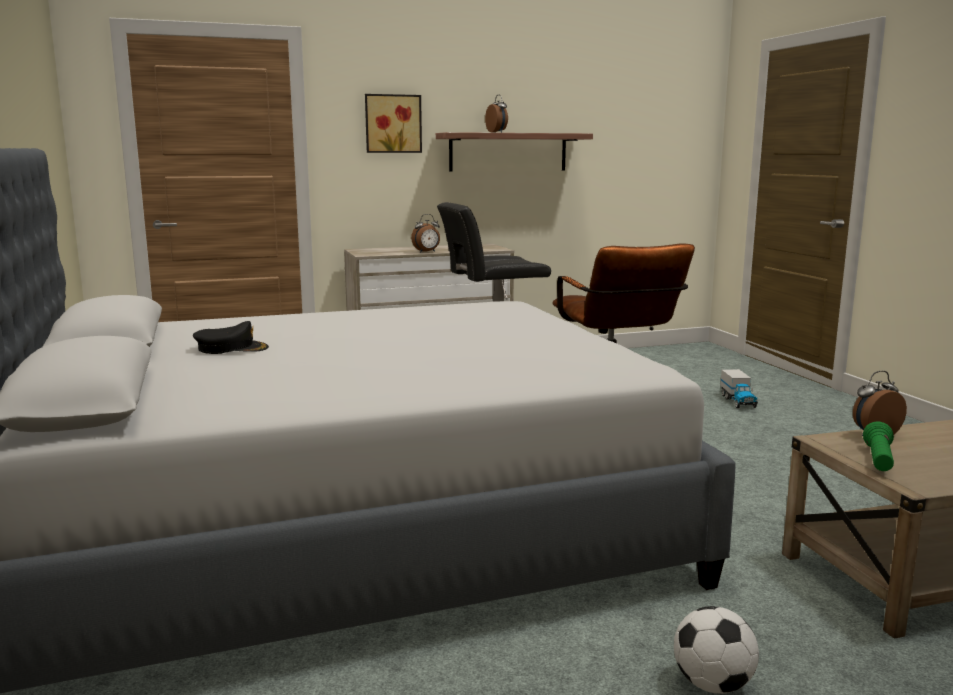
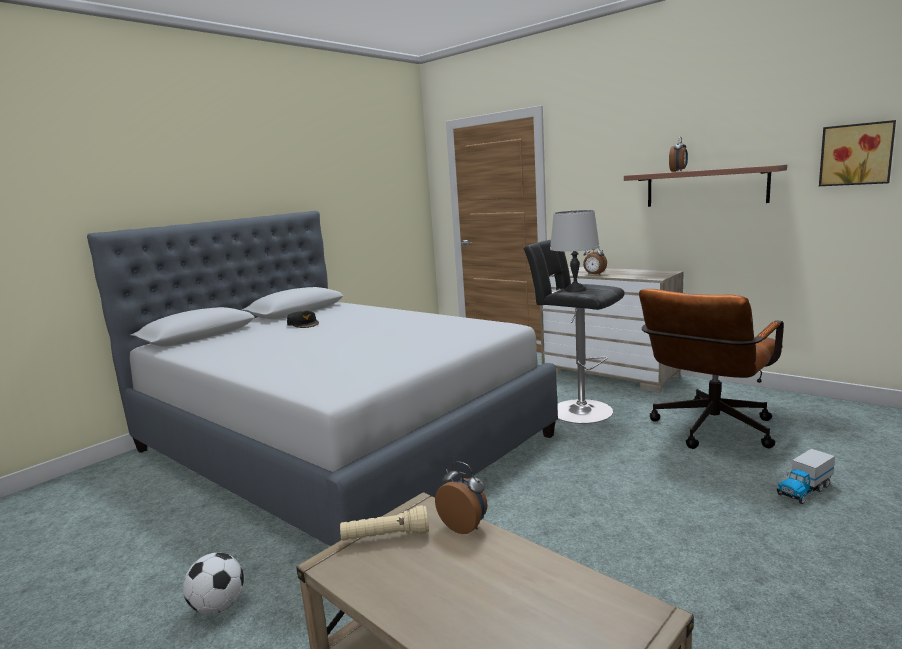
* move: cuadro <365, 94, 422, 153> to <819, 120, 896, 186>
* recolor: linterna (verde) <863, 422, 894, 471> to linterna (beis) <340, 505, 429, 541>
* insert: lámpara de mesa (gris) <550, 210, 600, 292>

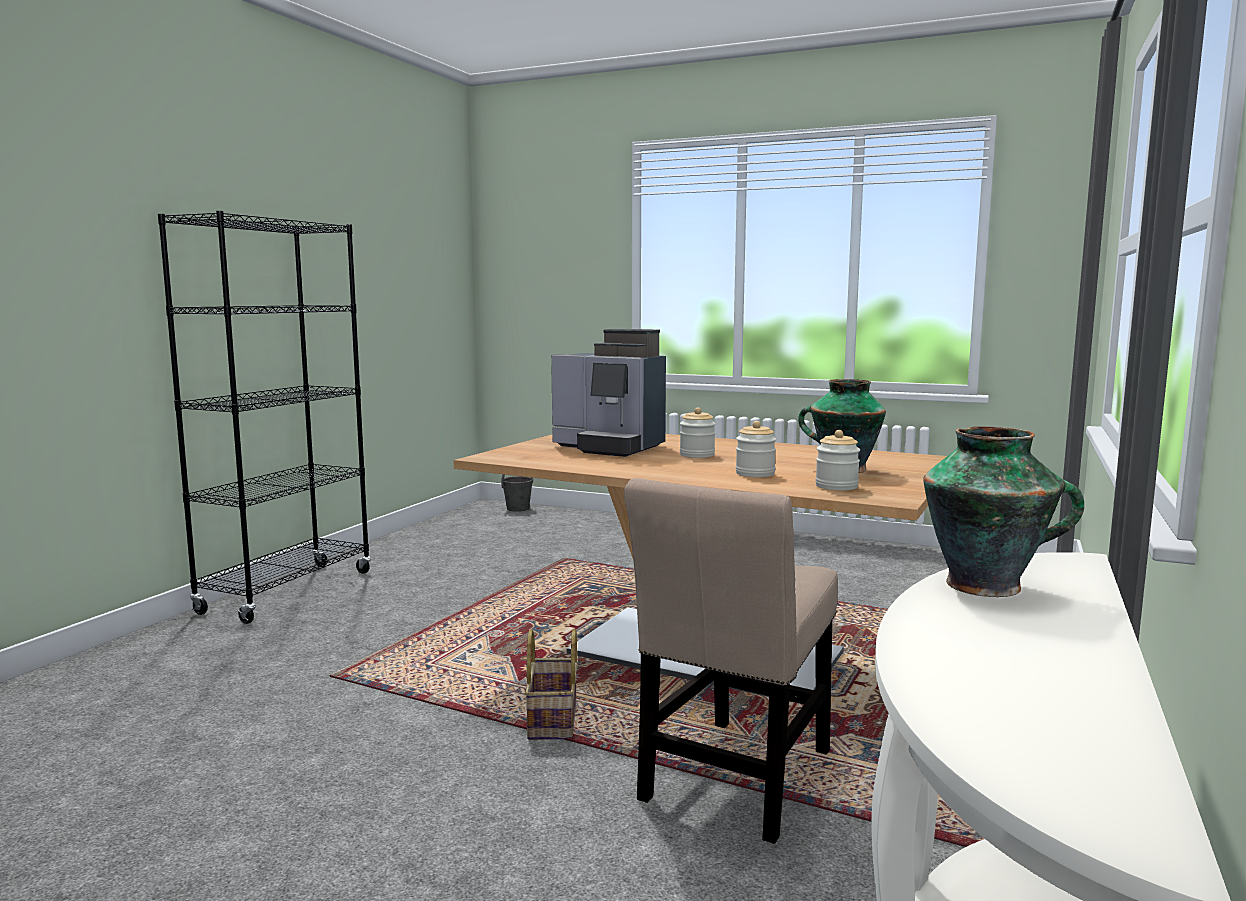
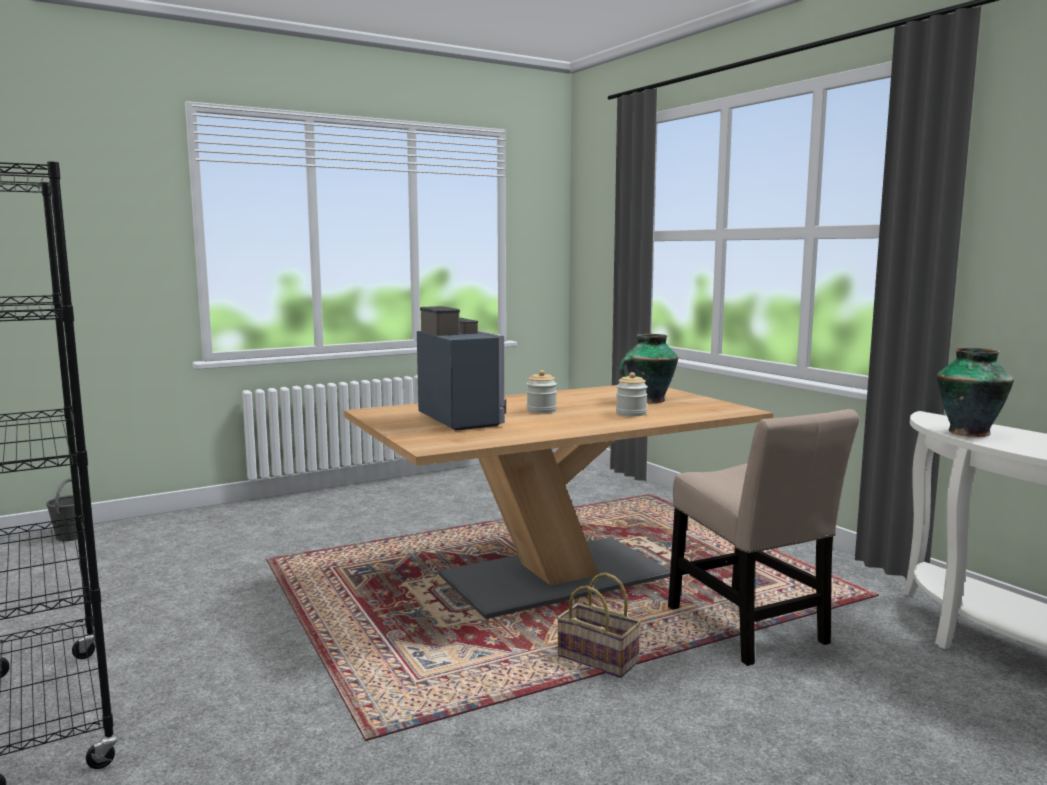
* rotate: cafetera <551, 329, 666, 457> = <417, 306, 506, 431> 90 degrees counterclockwise
* delete: tarro <815, 430, 860, 491>

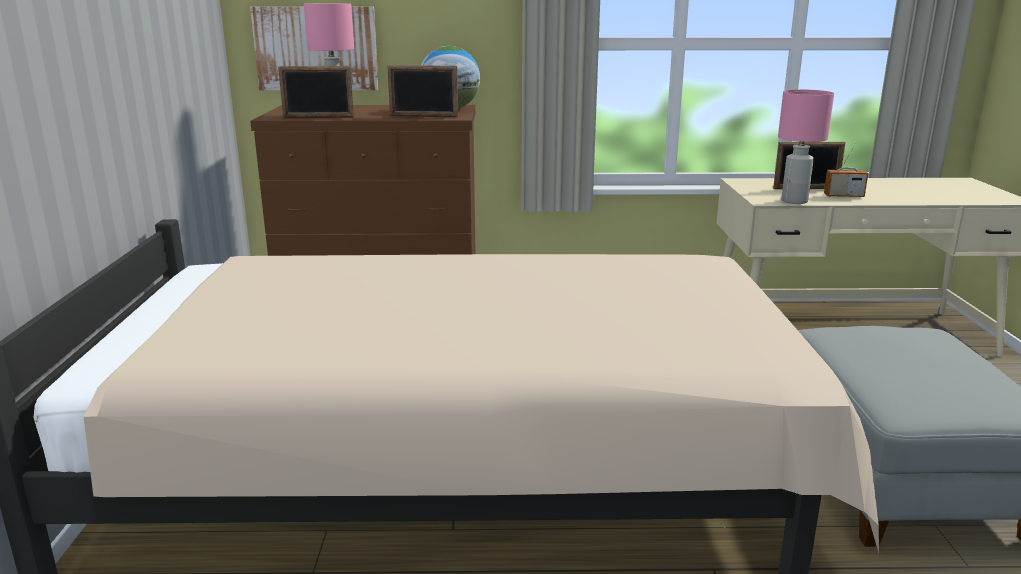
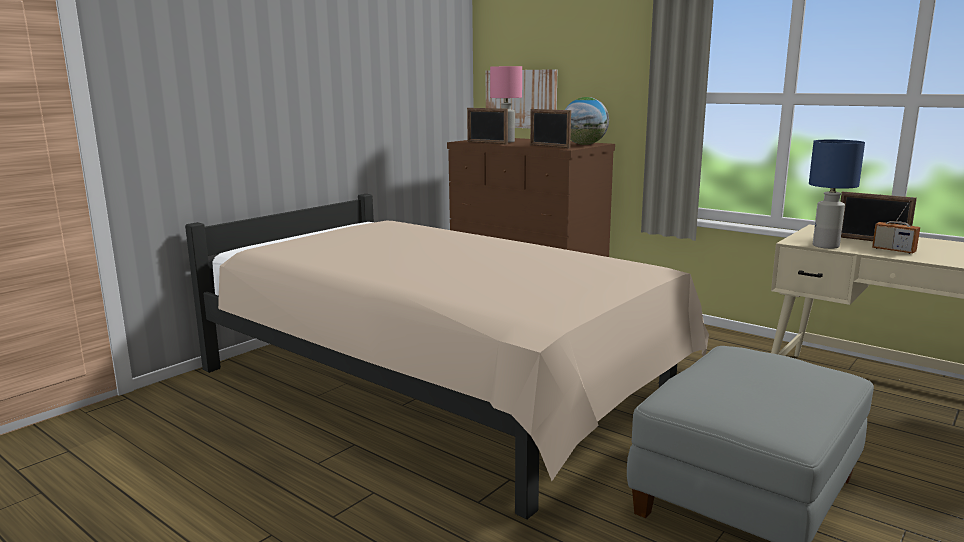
* recolor: lámpara de mesa (rosa) <778, 89, 834, 204> to lámpara de mesa (azul) <809, 140, 865, 249>

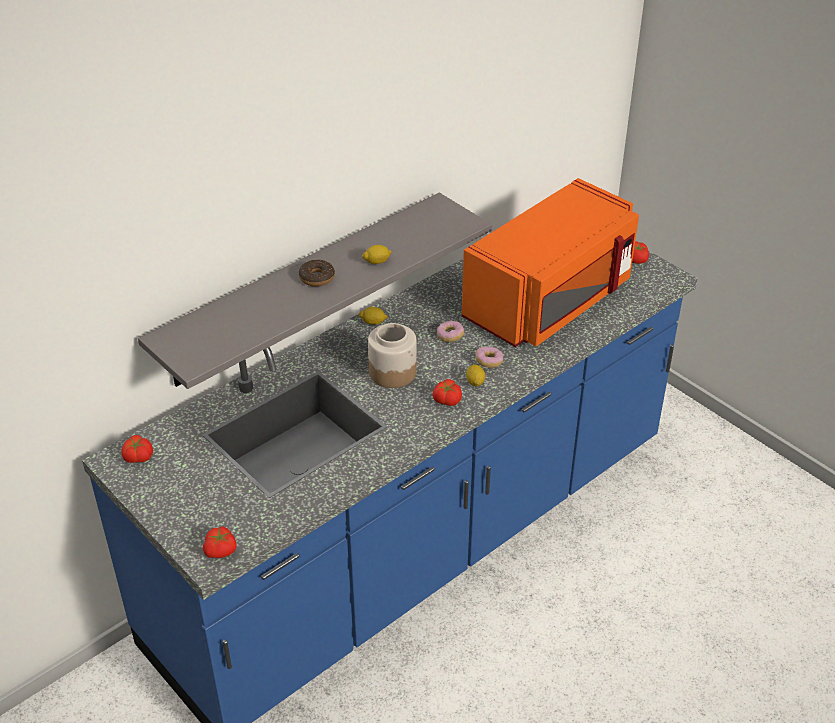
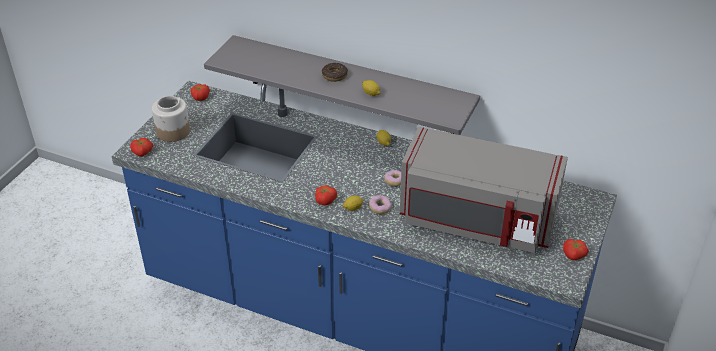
* move: tarro <368, 323, 417, 388> to <152, 96, 190, 142>
* recolor: microondas (naranja) <462, 178, 639, 347> to microondas (gris) <400, 127, 568, 253>

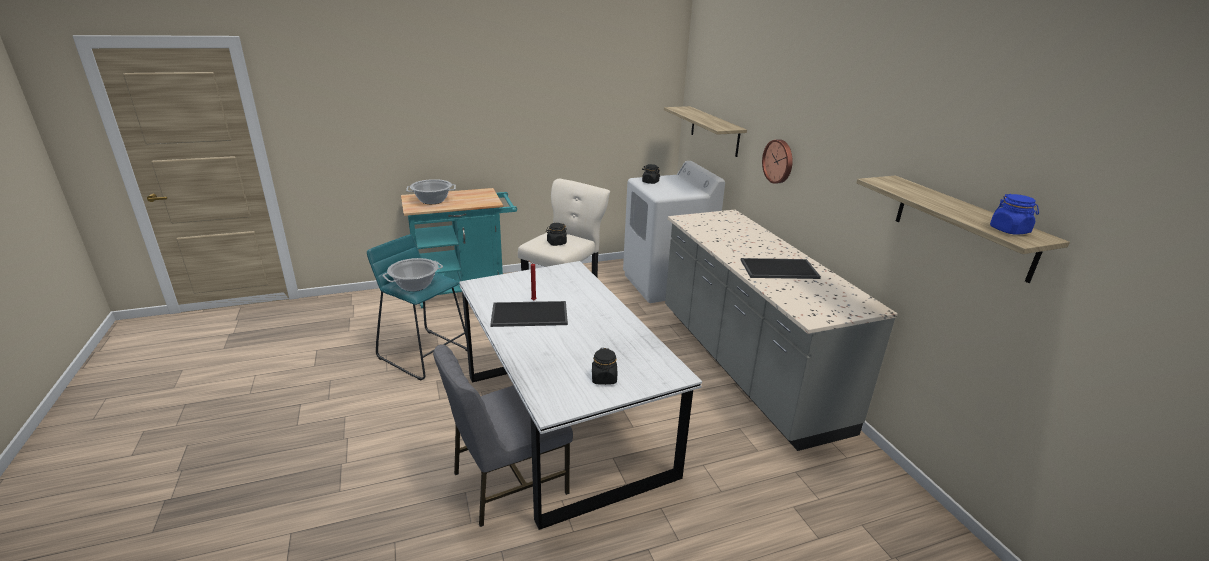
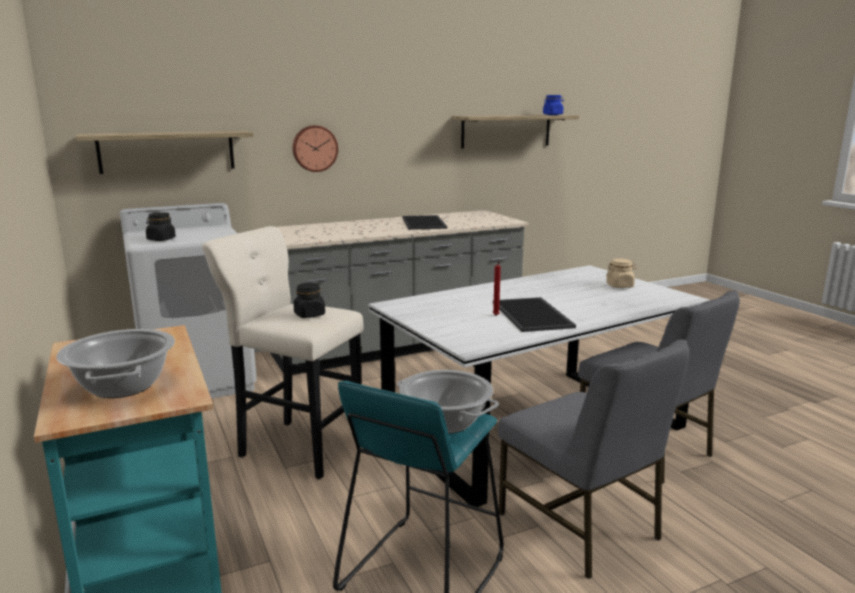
* recolor: tarro (negro) <592, 348, 617, 385> to tarro (beis) <606, 259, 637, 288>
* insert: silla (gris) <498, 339, 689, 579>

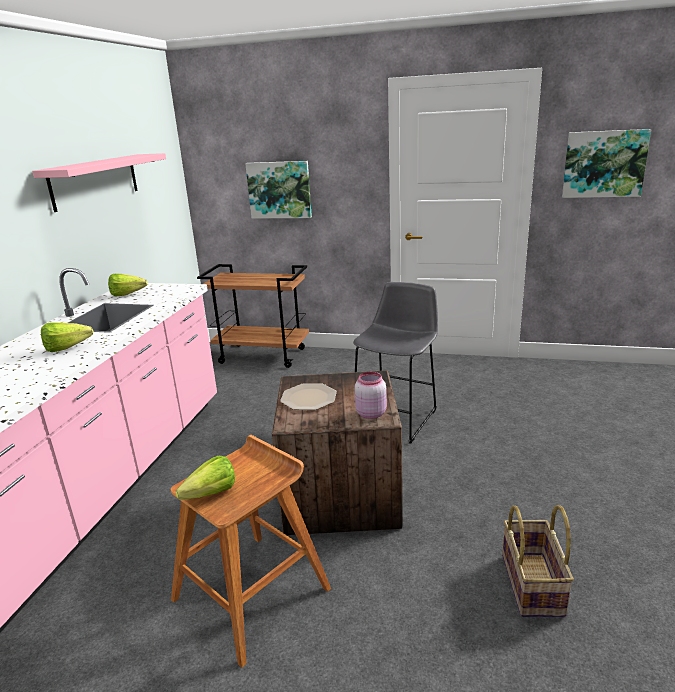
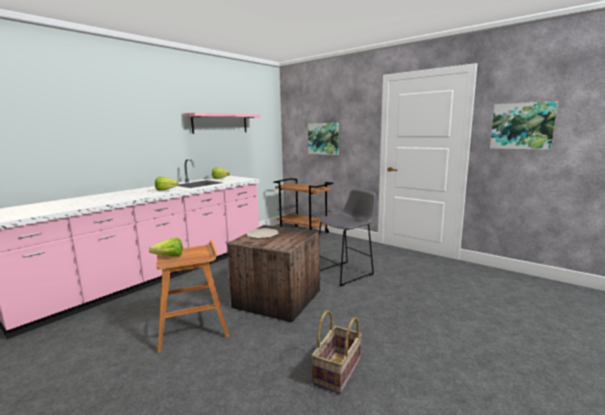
* delete: tarro (rosa) <355, 372, 387, 419>

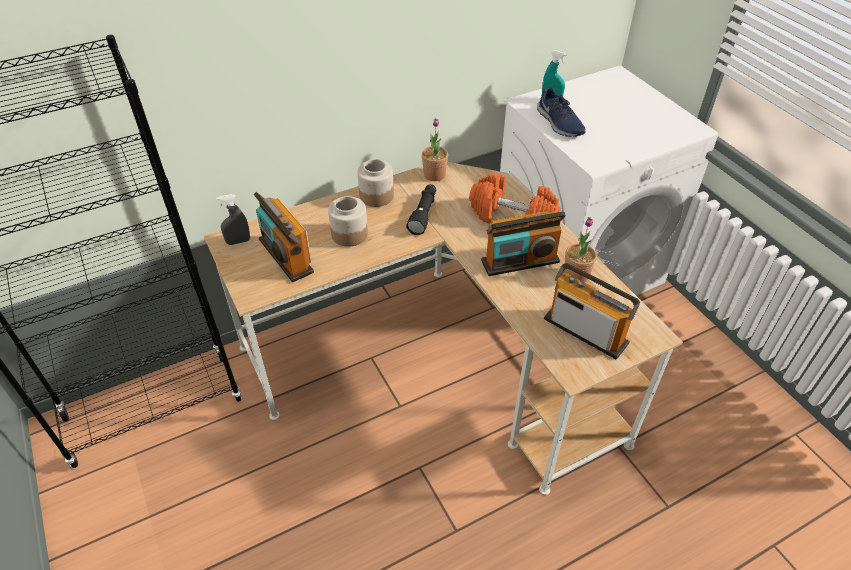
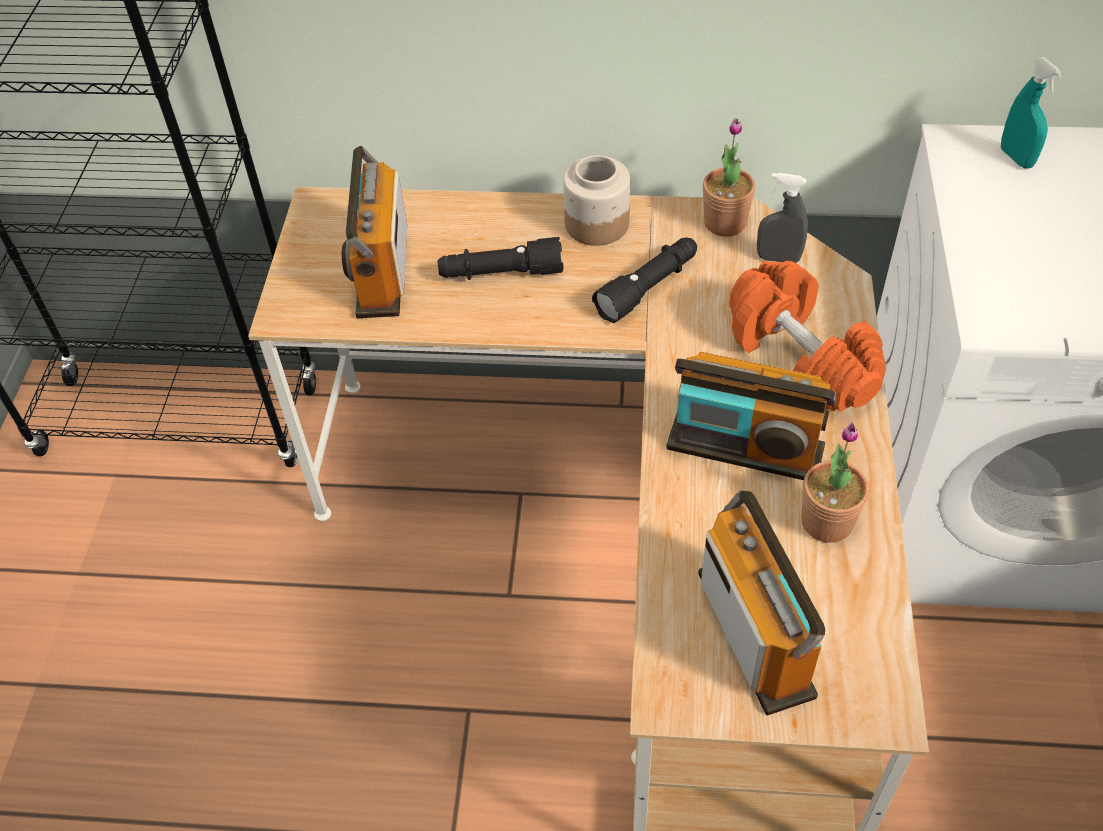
* move: pulverizador (gris) <216, 194, 250, 245> to <757, 173, 808, 263>
* replace: tarro <328, 196, 368, 247> to linterna (negro) <437, 237, 564, 280>
* delete: zapato (azul) <537, 87, 586, 137>

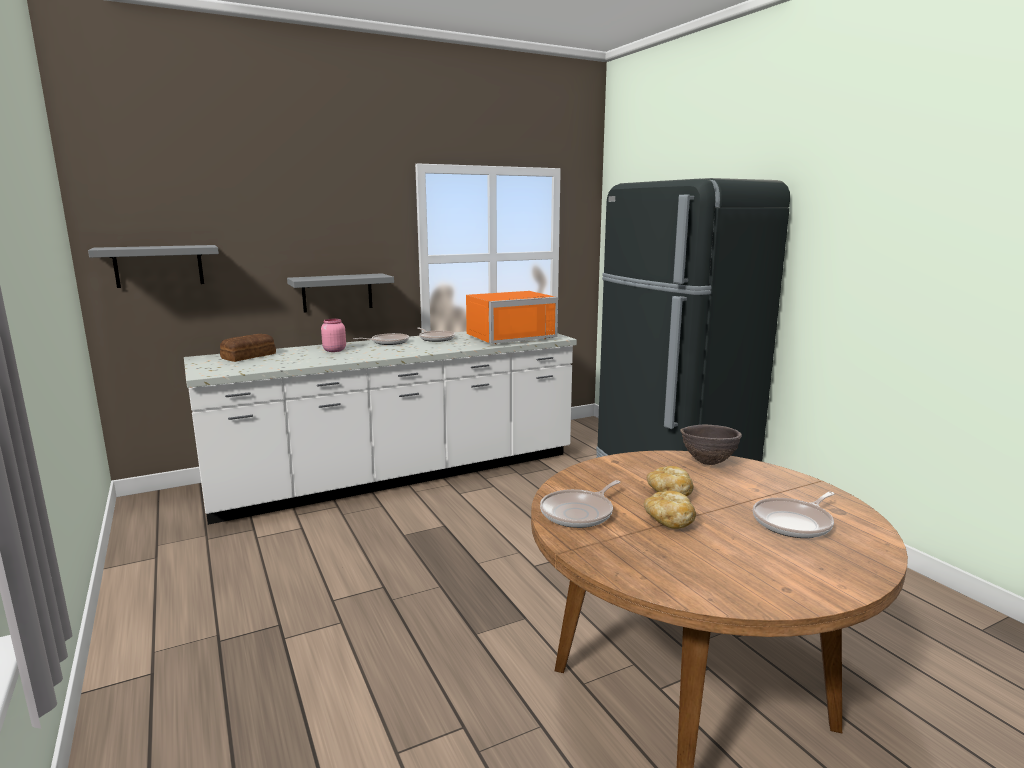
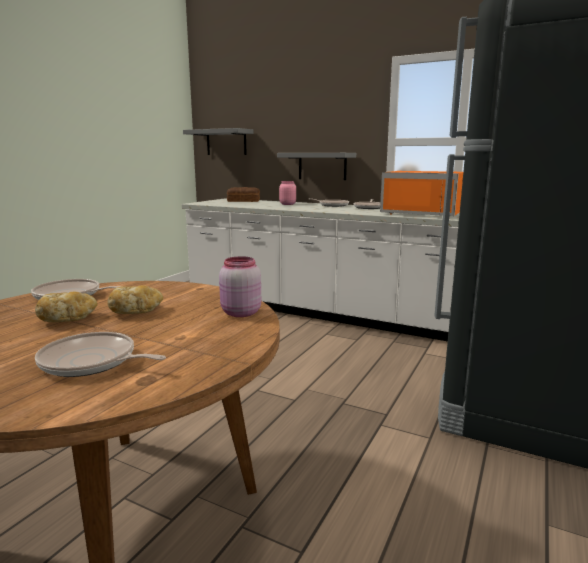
* replace: cuenco (marrón) <680, 425, 742, 465> to tarro (rosa) <219, 256, 261, 317>

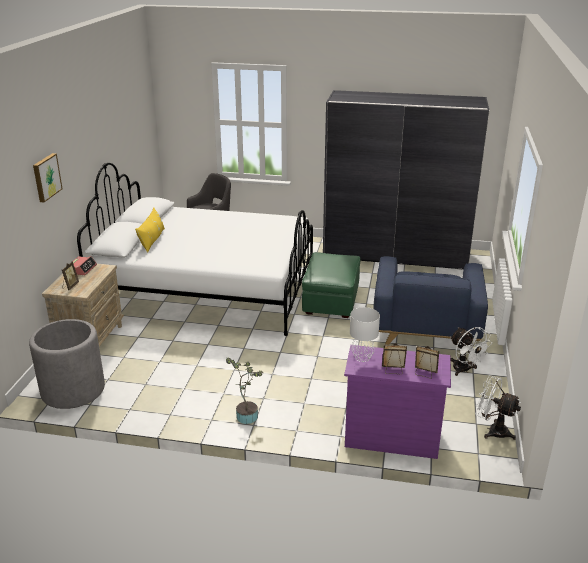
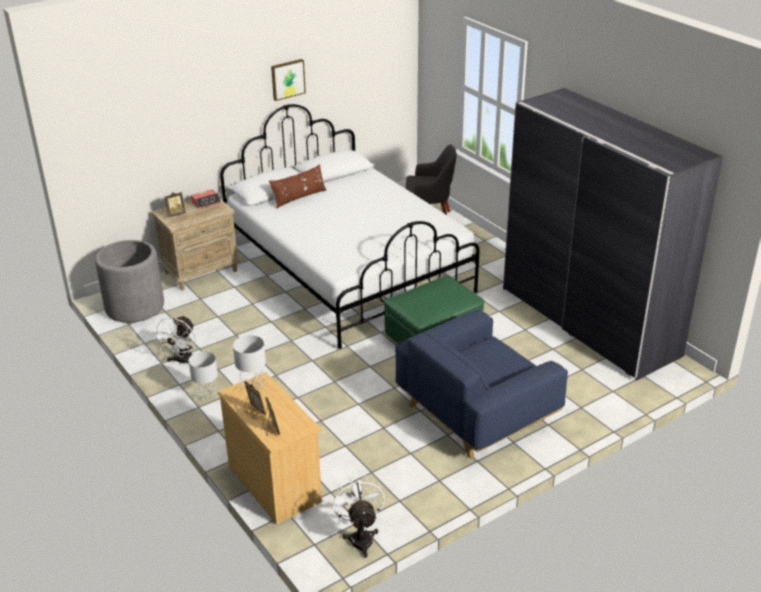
* move: cuadro <33, 153, 63, 202> to <271, 59, 306, 101>
* recolor: cojín (amarillo) <135, 207, 165, 253> to cojín (marrón) <269, 164, 327, 209>
* replace: planta en maceta <226, 358, 263, 424> to lámpara de mesa (gris) <189, 351, 218, 401>
* recolor: cómoda (morado) <344, 345, 451, 459> to cómoda (beis) <218, 372, 322, 525>
* move: ventilador (blanco) <450, 327, 492, 376> to <153, 315, 196, 365>

